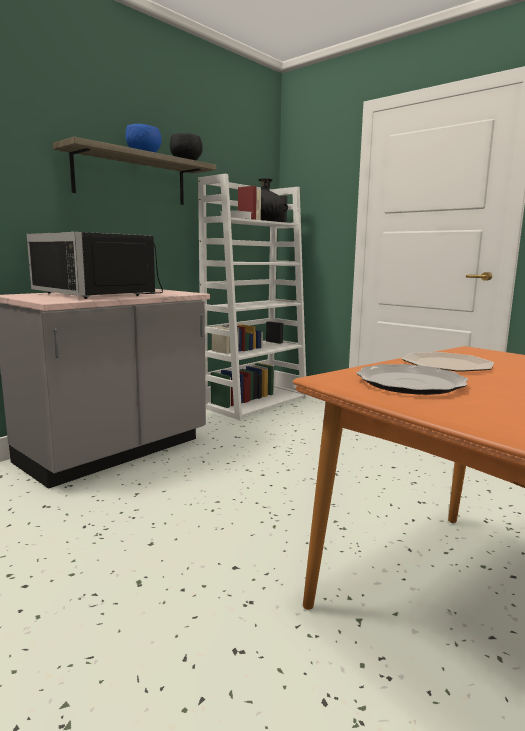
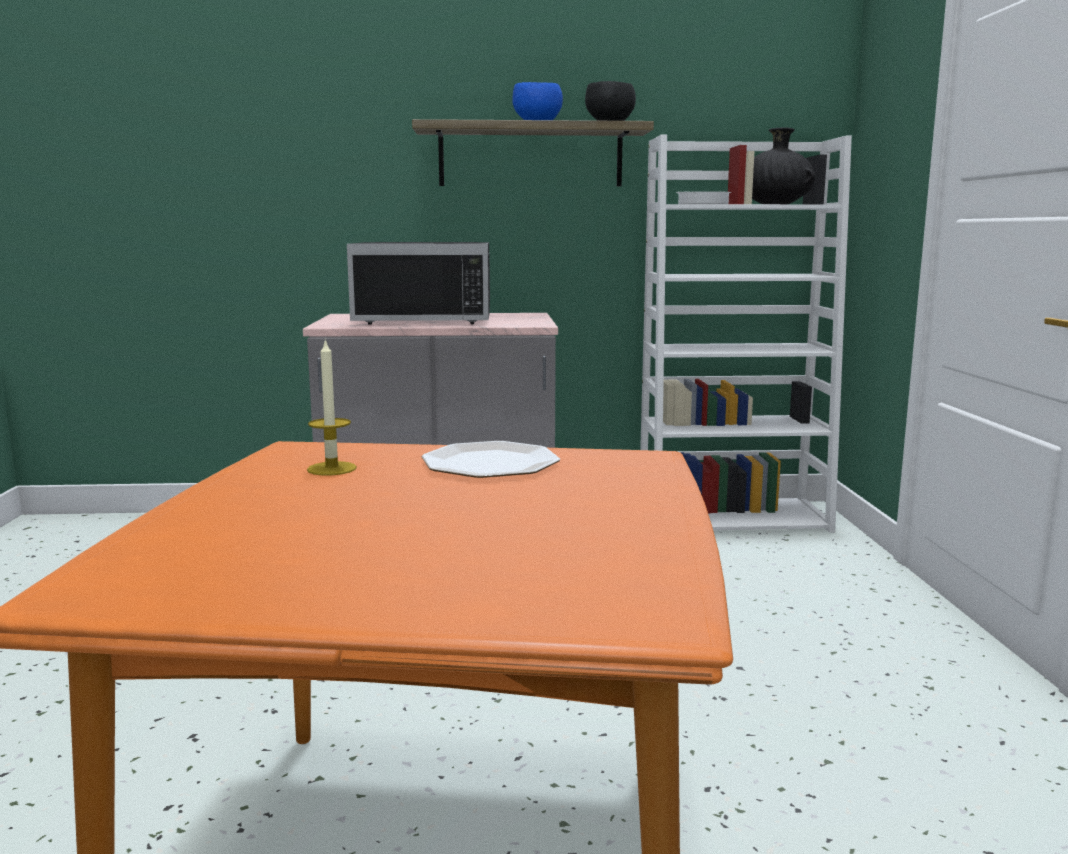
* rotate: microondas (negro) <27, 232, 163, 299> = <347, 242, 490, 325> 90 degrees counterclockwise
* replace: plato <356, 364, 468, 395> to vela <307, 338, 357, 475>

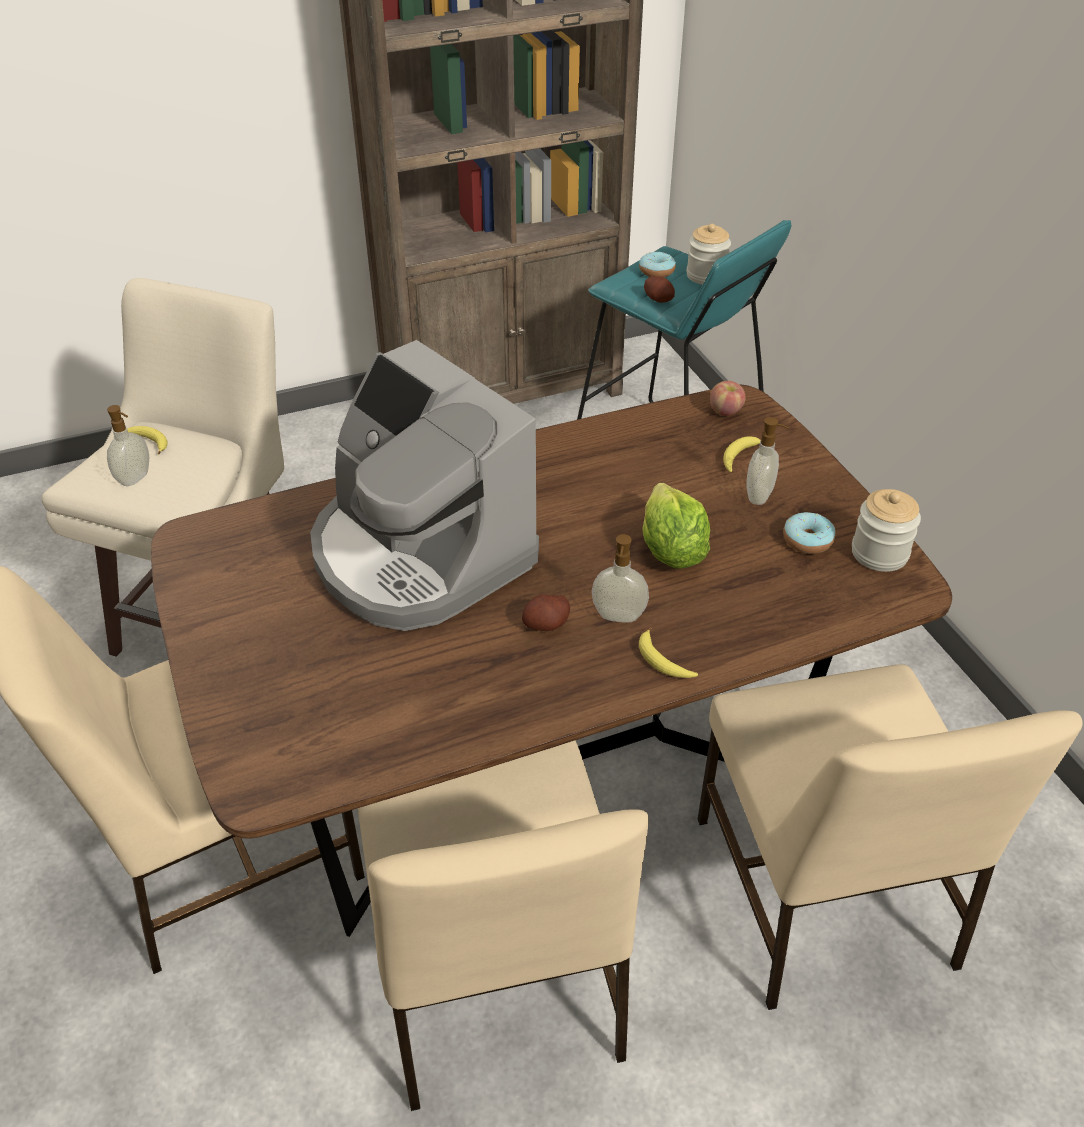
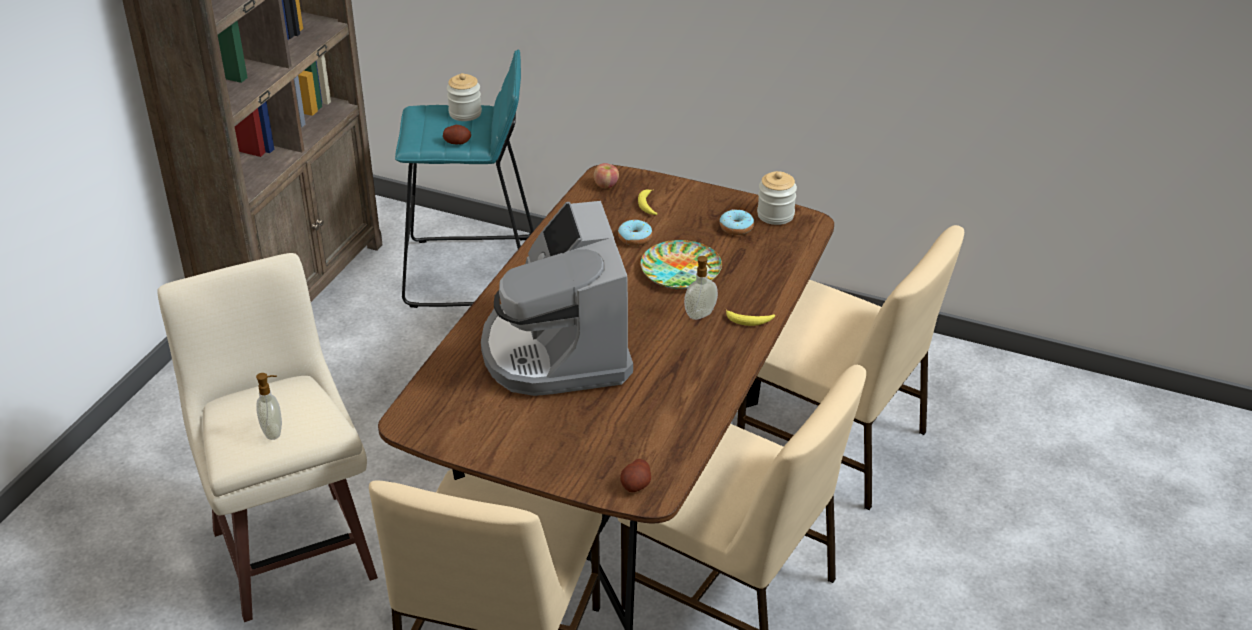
* delete: plátano <127, 426, 167, 454>
* rotate: cafetera <310, 340, 539, 631> = <481, 201, 633, 396> 75 degrees clockwise
* move: patata <522, 594, 570, 631> to <620, 459, 651, 492>
* move: rosquilla <639, 252, 676, 277> to <618, 220, 652, 246>
* replace: lechuga <642, 483, 710, 568> to plato <641, 240, 722, 289>
* delete: dispensador de jabón <746, 417, 789, 505>

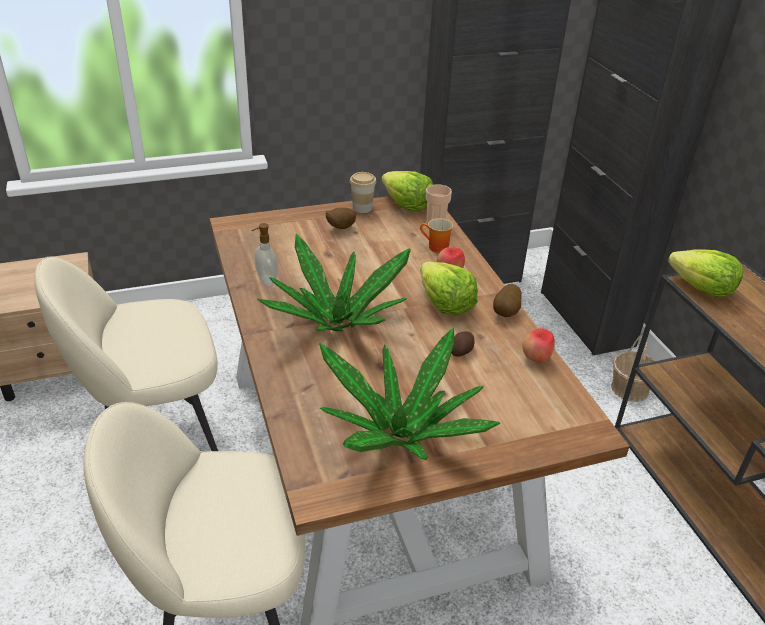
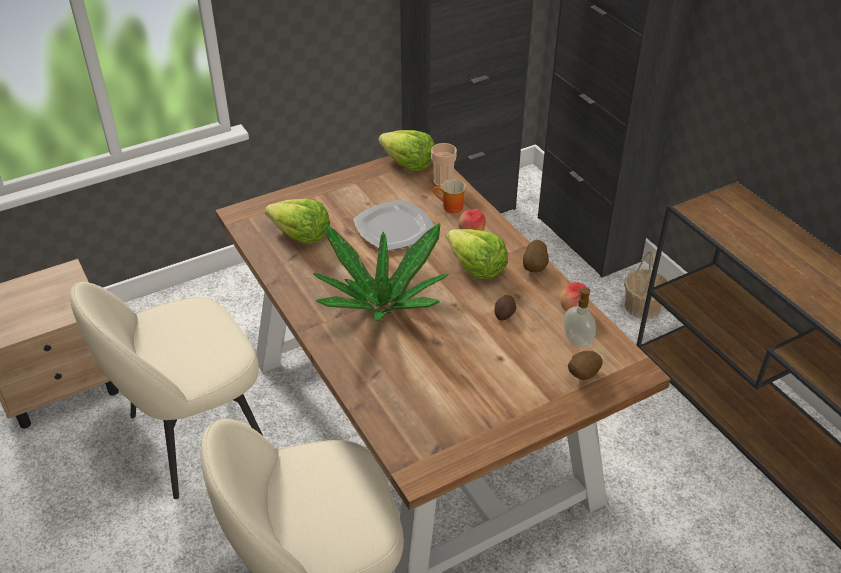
* move: dispensador de jabón <251, 223, 278, 286> to <564, 287, 596, 348>
* delete: planta en maceta <319, 328, 501, 460>
* move: patata <326, 208, 356, 229> to <568, 351, 603, 380>
* delete: taza <350, 172, 376, 213>
* move: lechuga <668, 250, 743, 297> to <265, 199, 330, 244>
* insert: plato <353, 200, 434, 250>

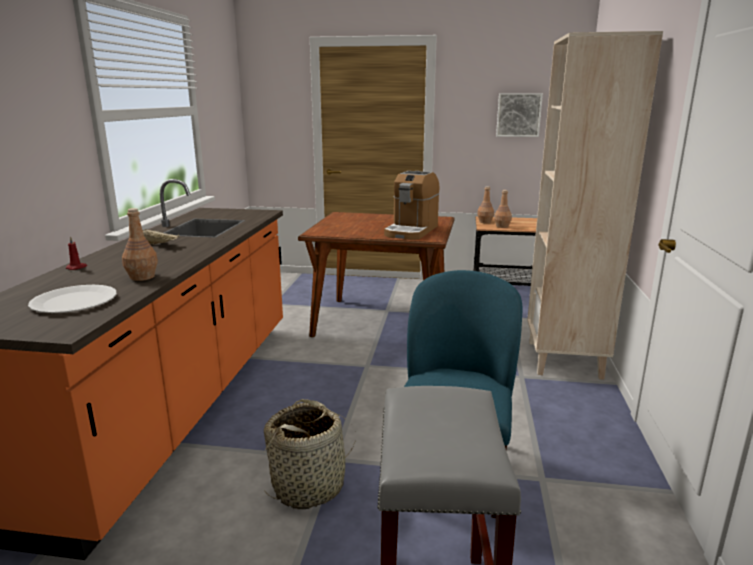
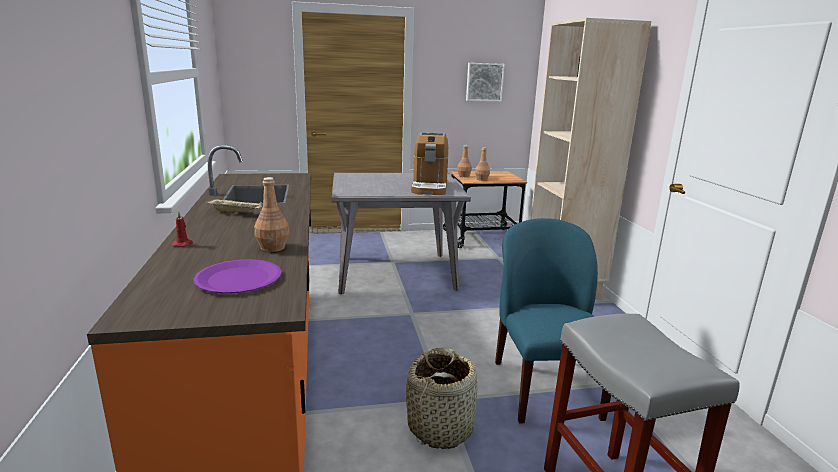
* recolor: plato (blanco) <28, 285, 117, 313> to plato (morado) <194, 259, 282, 294>
* recolor: mesa de comedor (marrón) <298, 212, 455, 337> to mesa de comedor (gris) <332, 173, 471, 294>

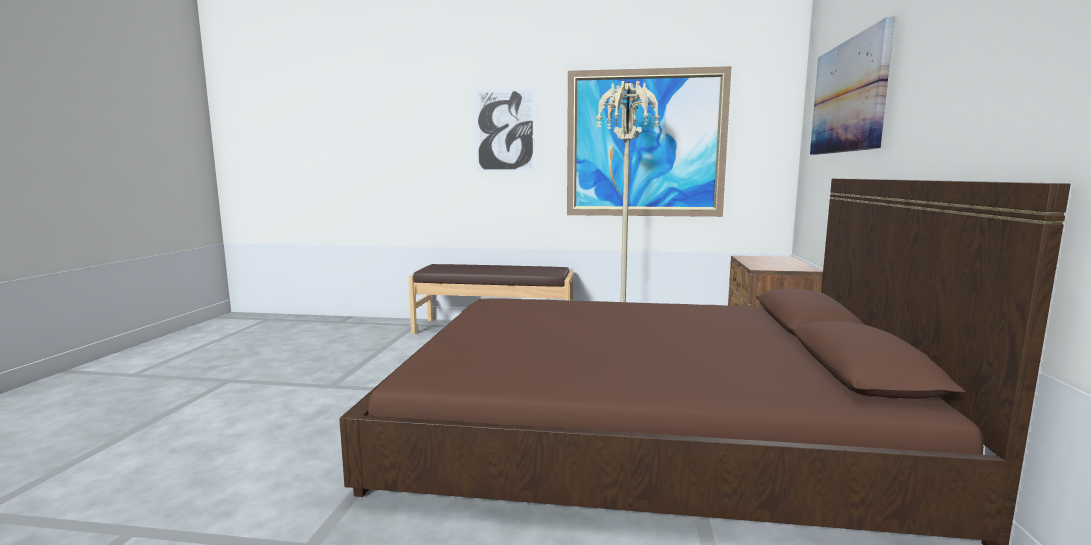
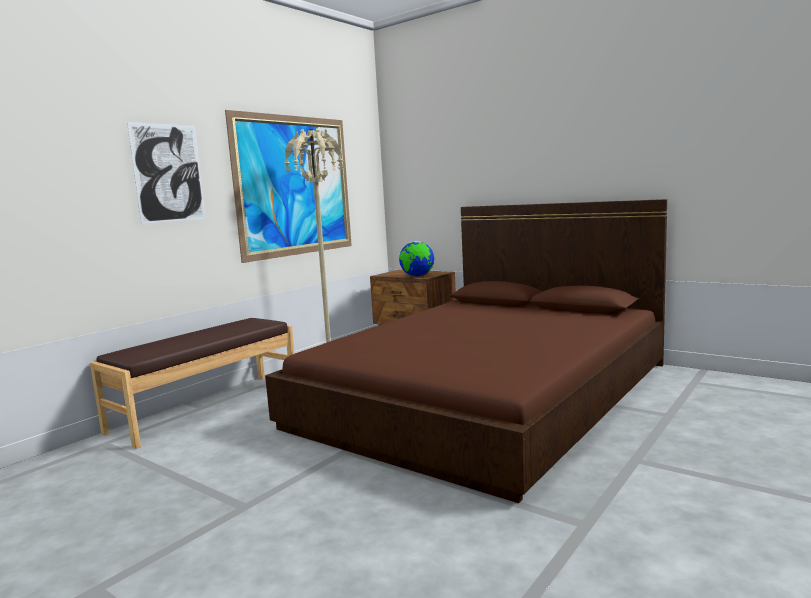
* delete: cuadro <810, 17, 895, 155>
* insert: globo terráqueo <399, 241, 434, 277>

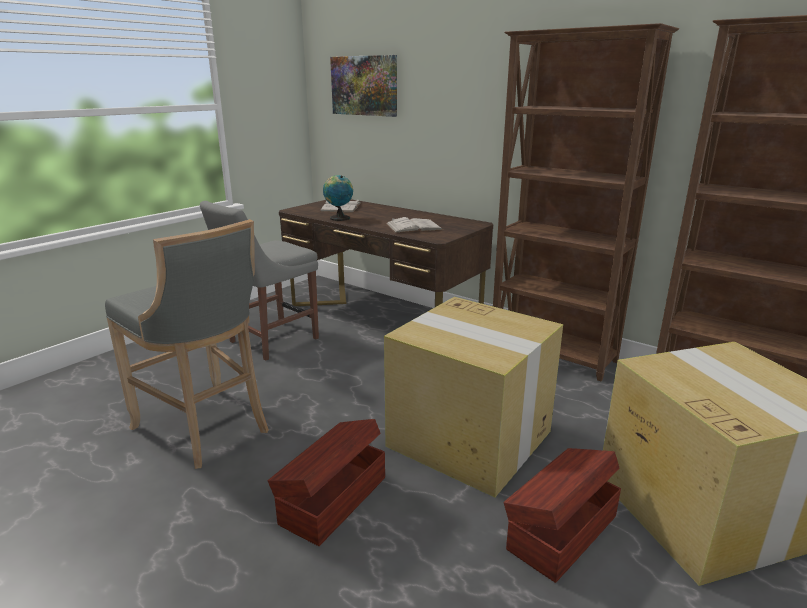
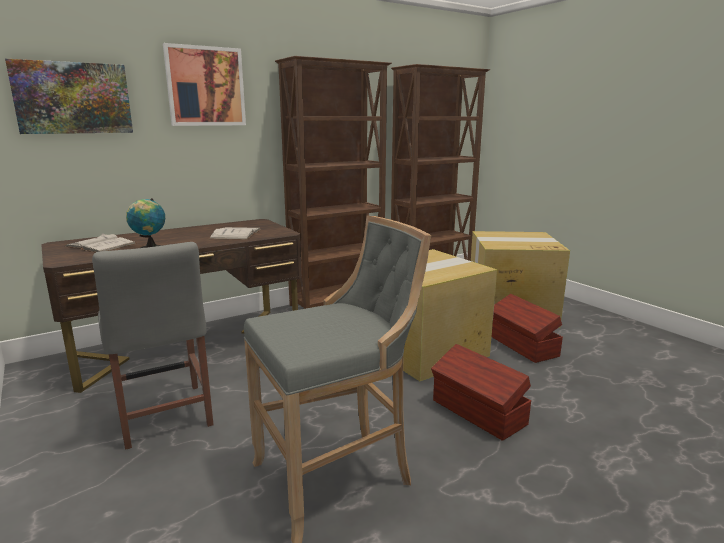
* insert: cuadro <163, 43, 246, 126>

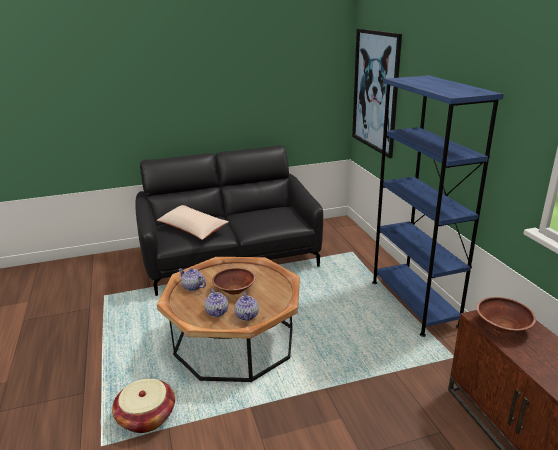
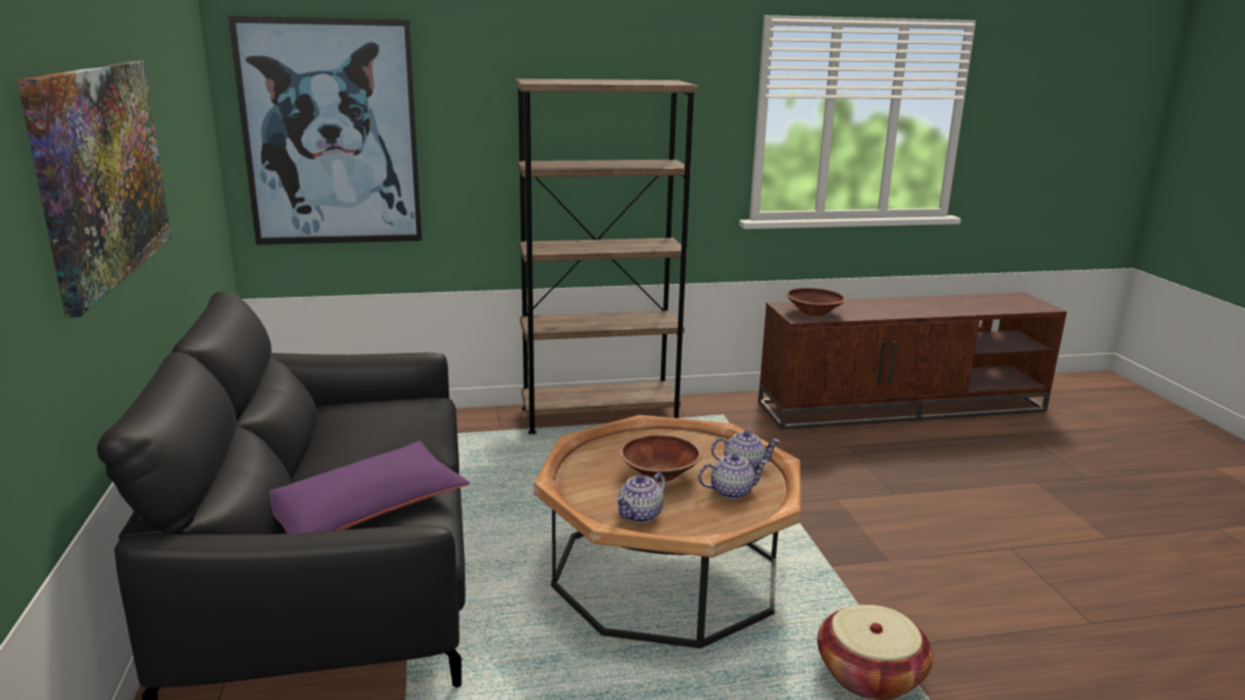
* recolor: cojín (beis) <157, 205, 229, 240> to cojín (morado) <270, 441, 470, 534>
* recolor: estantería (azul) <372, 75, 504, 337> to estantería (marrón) <515, 79, 698, 435>
* insert: cuadro <17, 61, 172, 317>

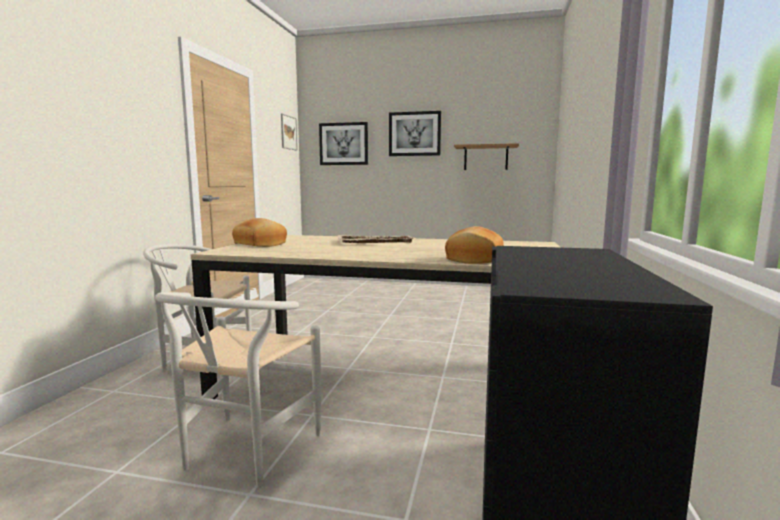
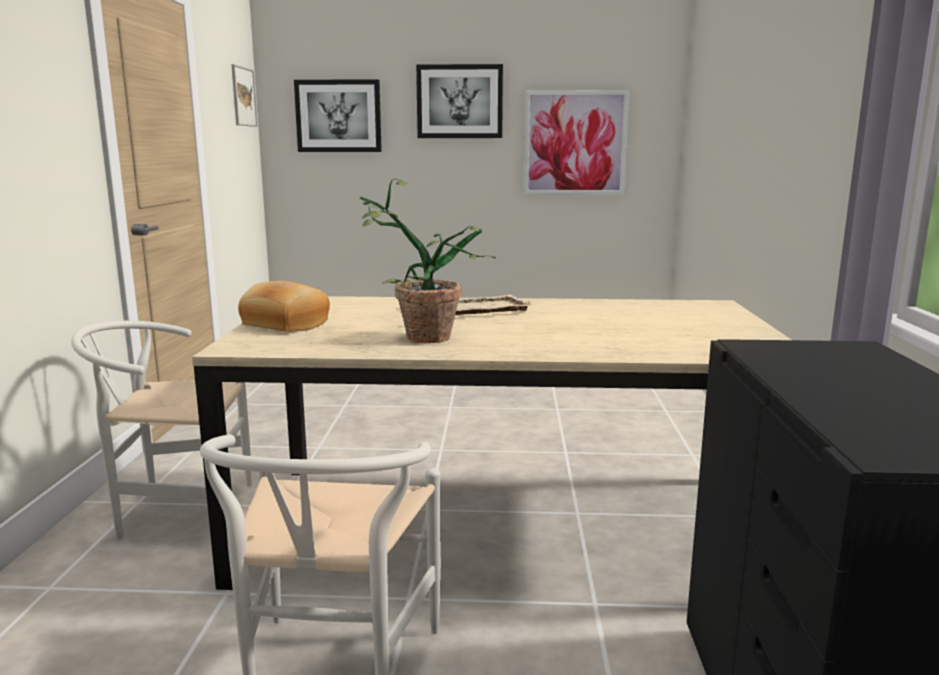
* delete: pan <445, 226, 503, 264>
* replace: estante <454, 143, 519, 170> to cuadro <524, 90, 629, 195>
* insert: planta en maceta <360, 178, 496, 343>

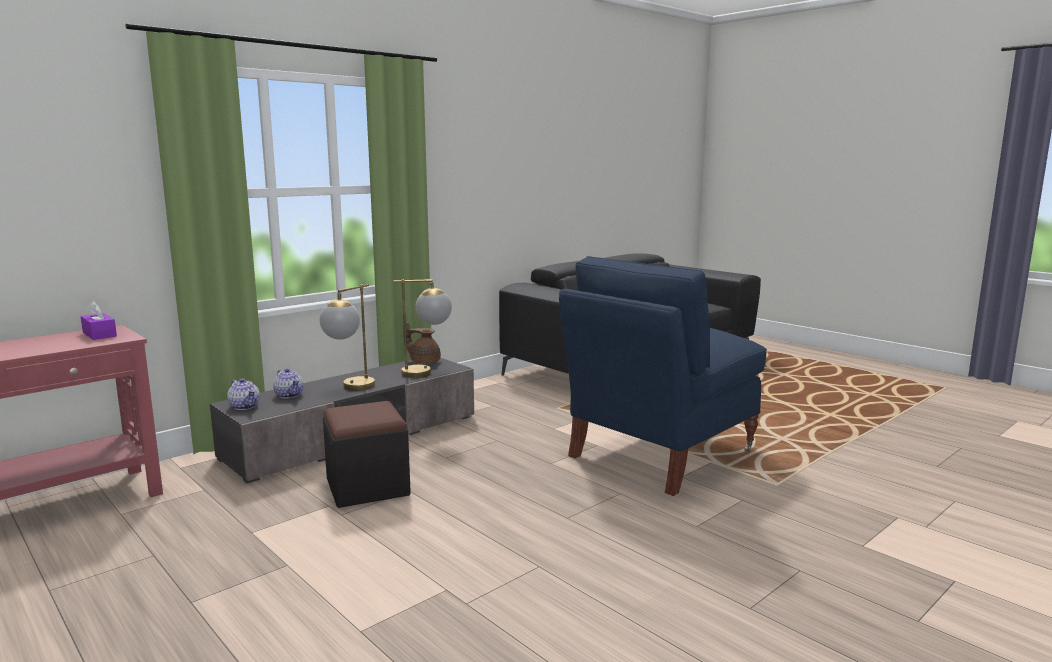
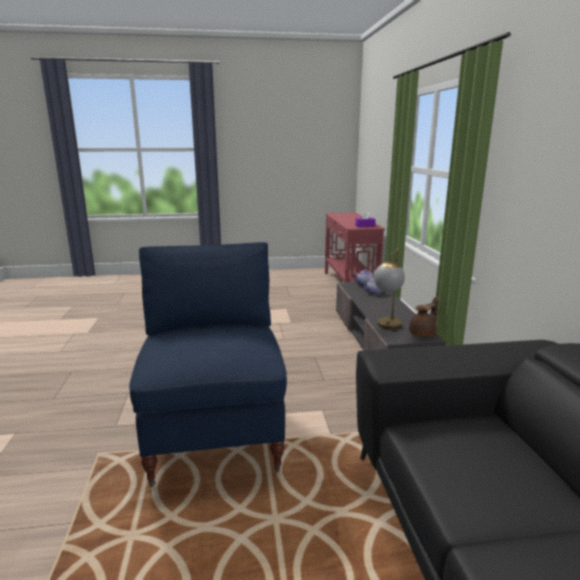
* delete: lámpara de mesa <320, 284, 375, 391>
* delete: puf (negro) <323, 401, 411, 508>

